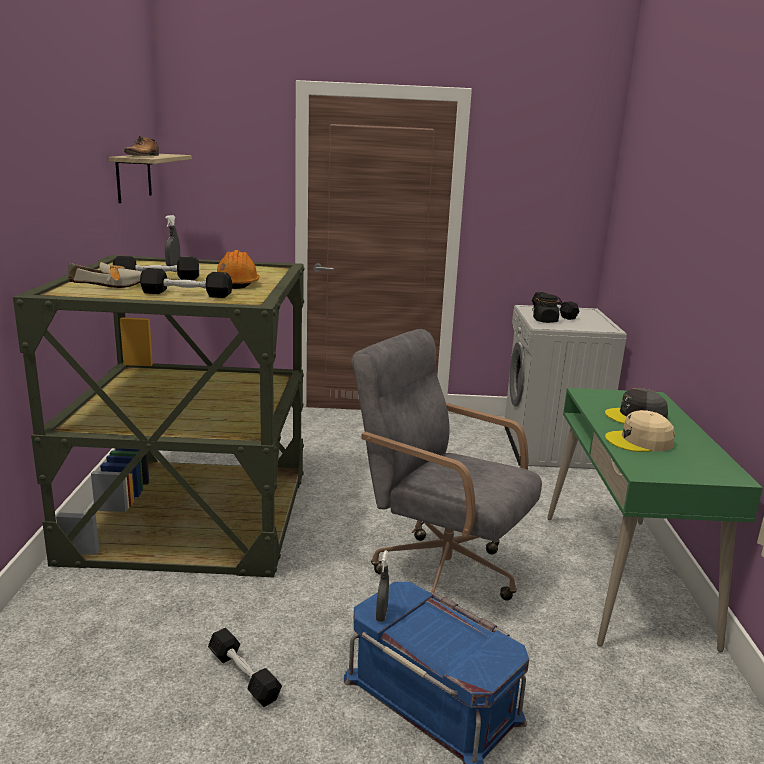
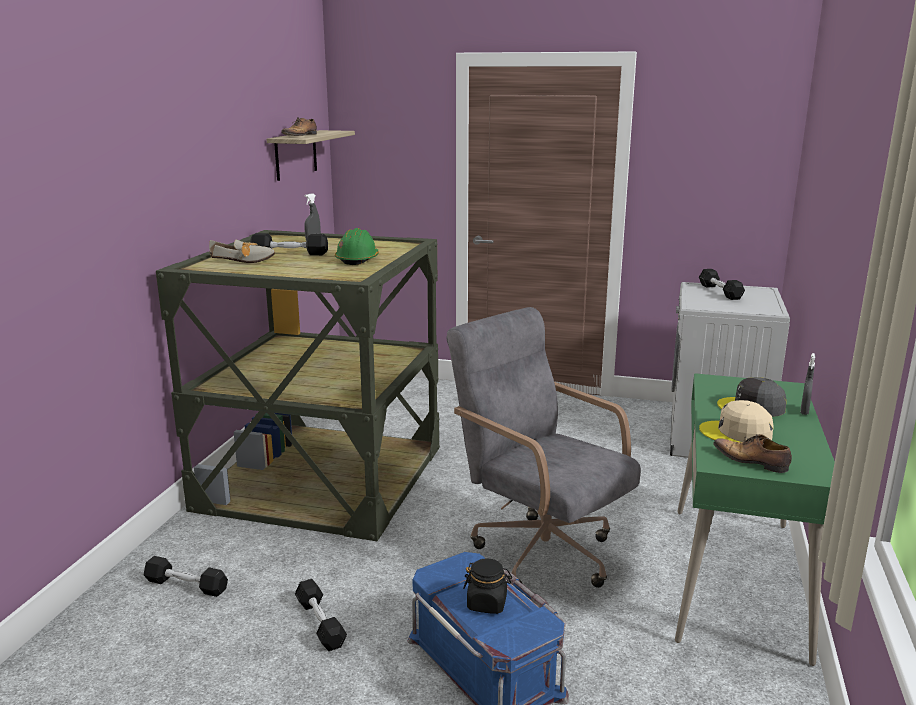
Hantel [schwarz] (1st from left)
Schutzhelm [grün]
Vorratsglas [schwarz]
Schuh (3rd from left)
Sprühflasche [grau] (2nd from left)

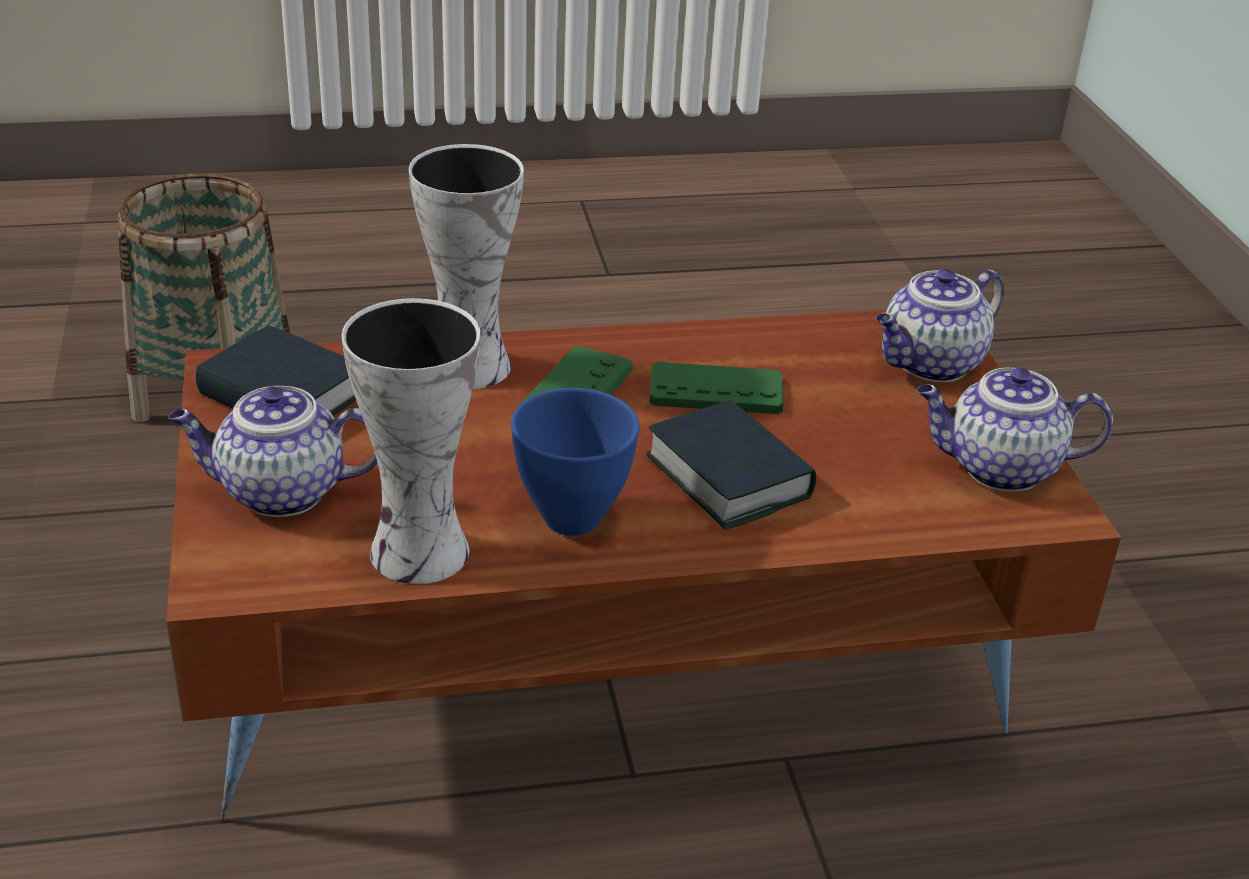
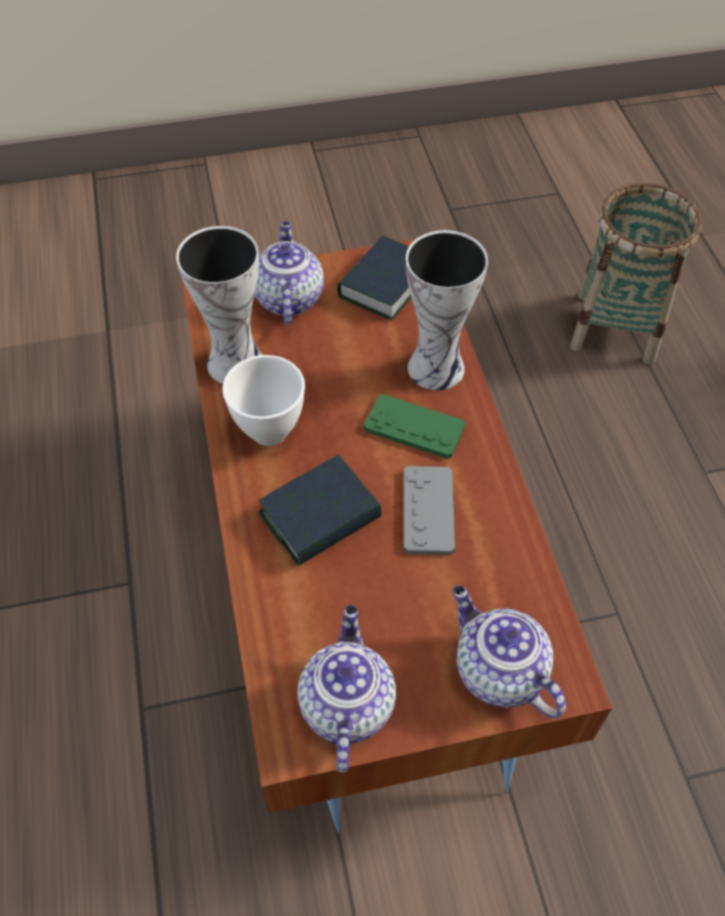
Schüssel [weiß]
Gamepad [grau]

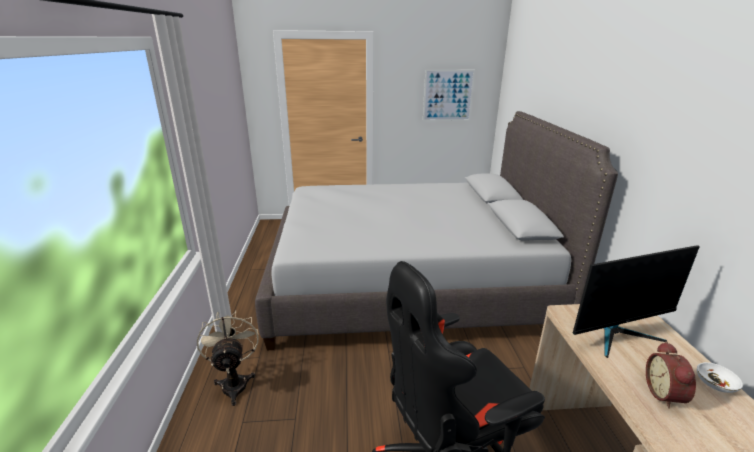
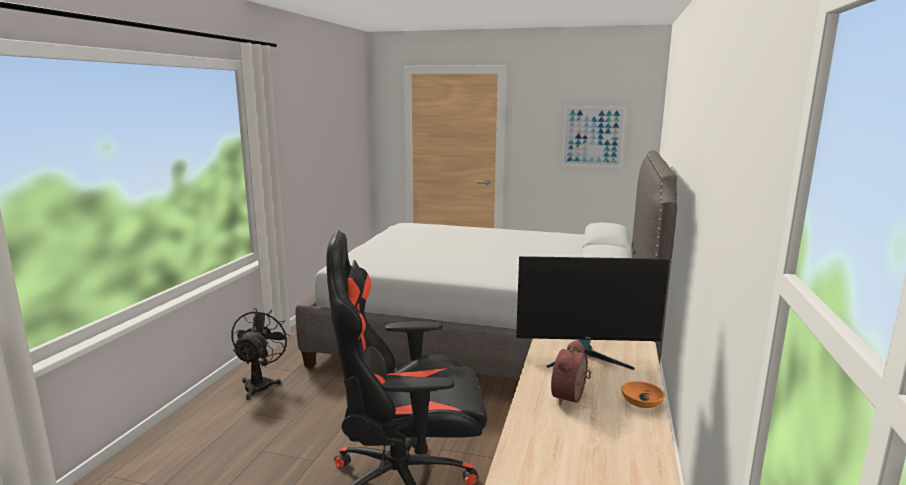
Ventilator [schwarz]
Schüssel [orange]

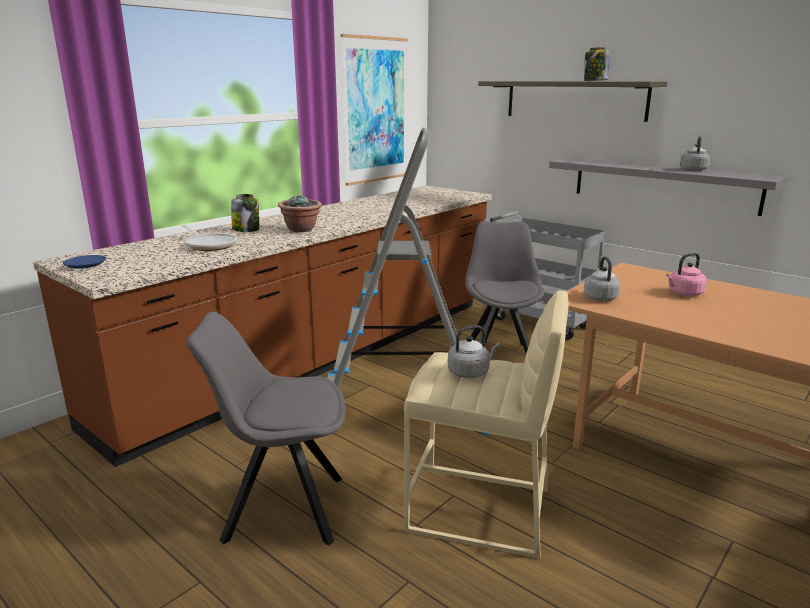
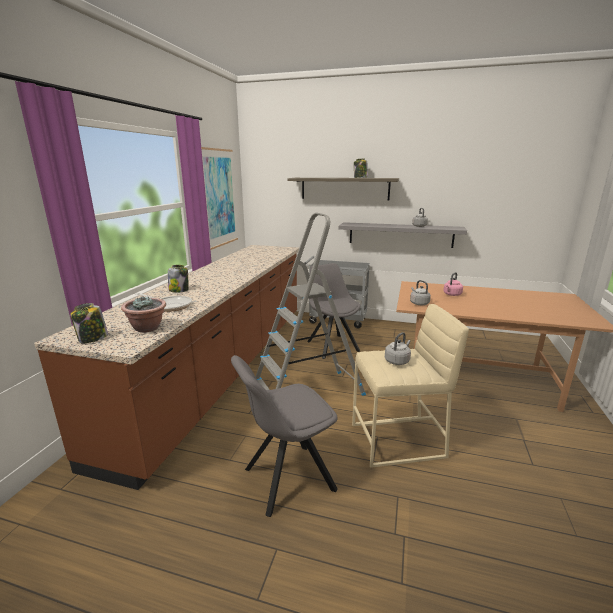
Vorratsglas (1st from left)
Topfpflanze

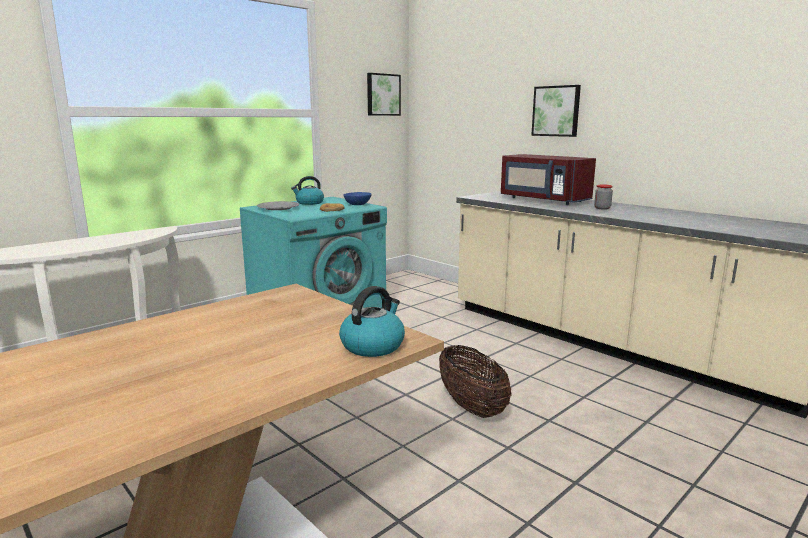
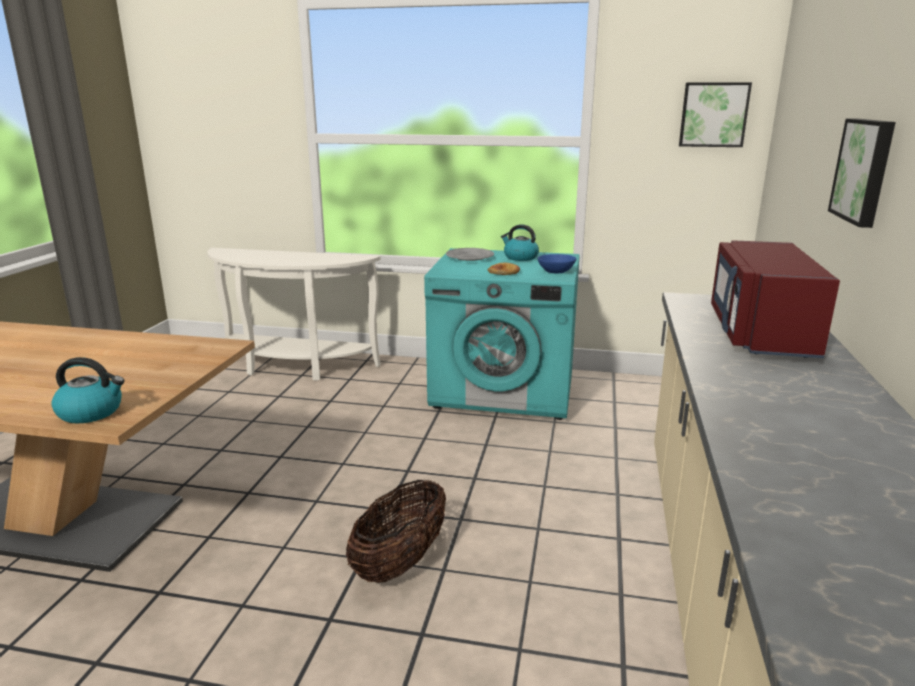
Vorratsglas

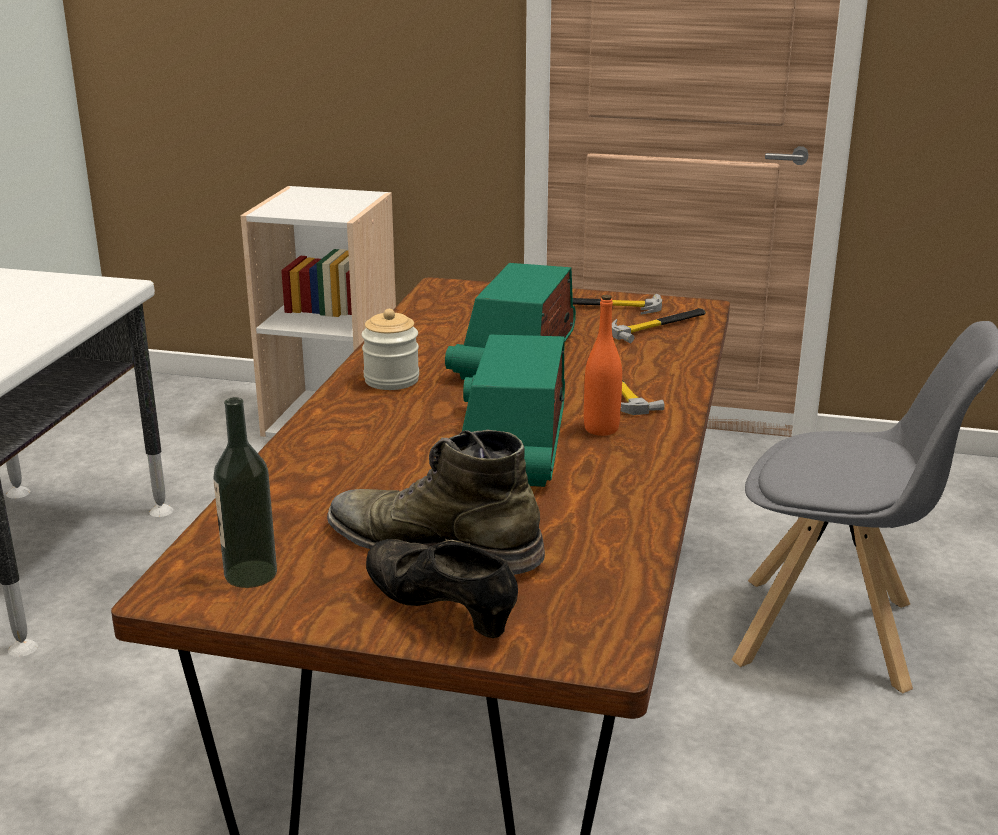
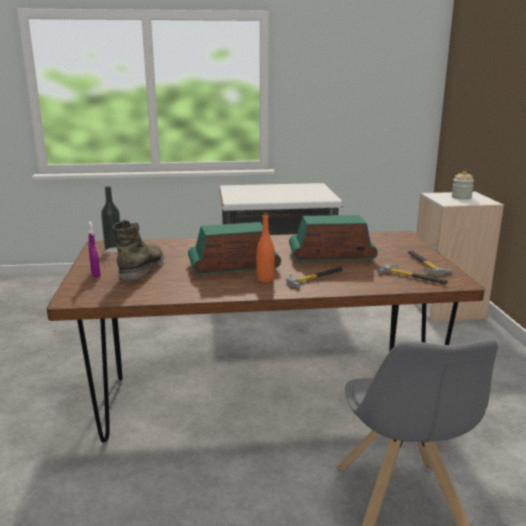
Sprühflasche [lila]
Vorratsglas

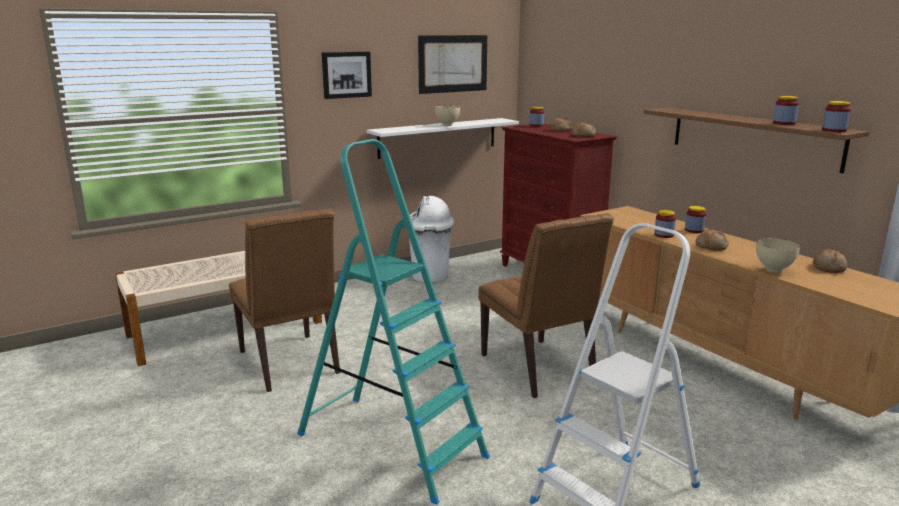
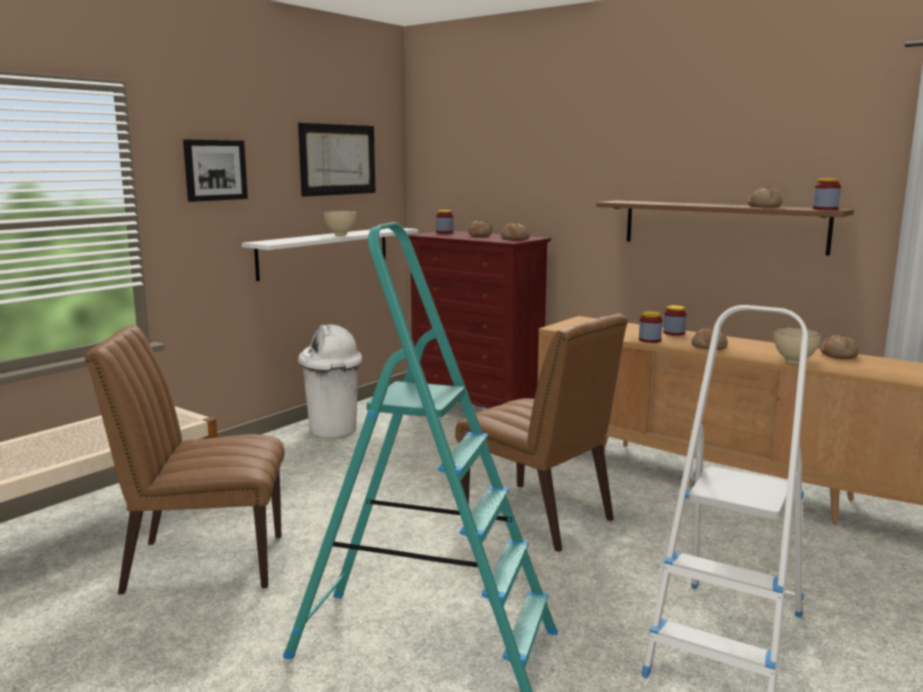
Stuhl [braun] (1st from left)
Brot (4th from left)

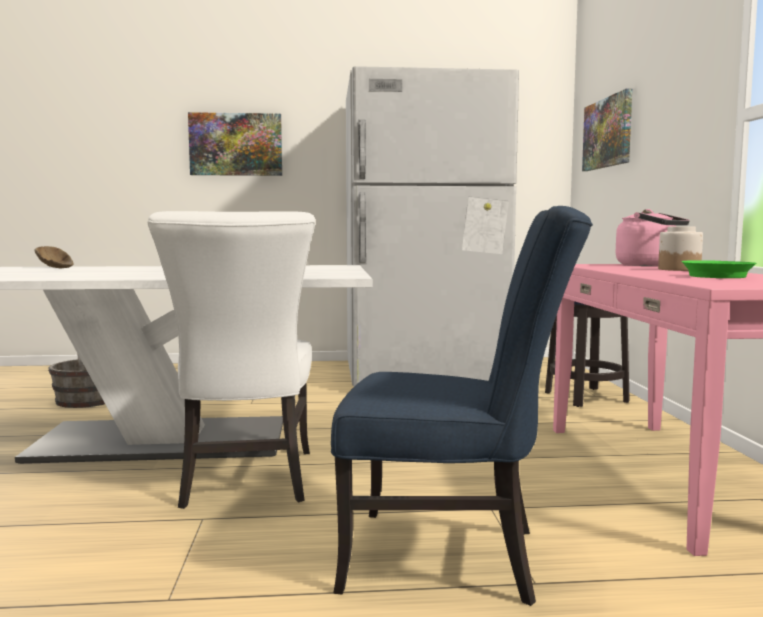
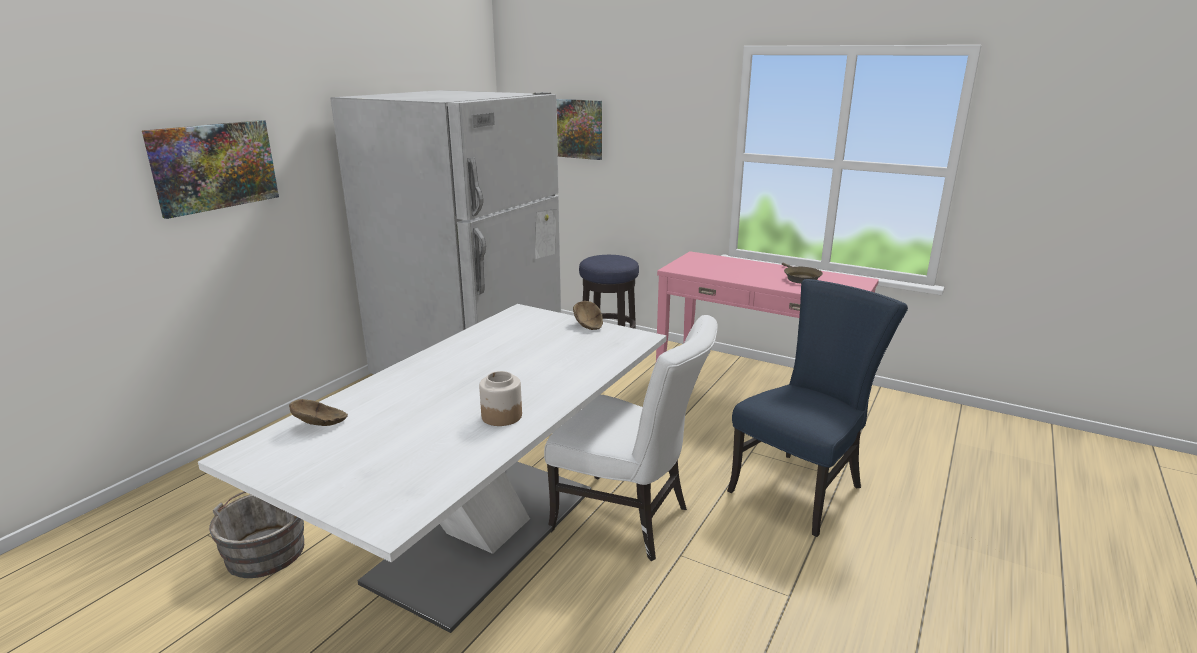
Vorratsglas
Schüssel [braun] (2nd from left)
Pfanne [braun]
Wasserkessel [rosa]

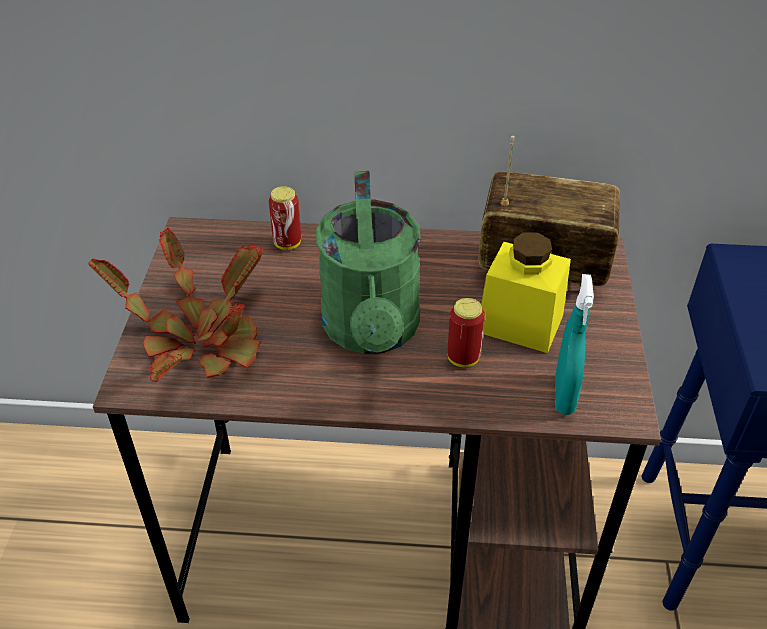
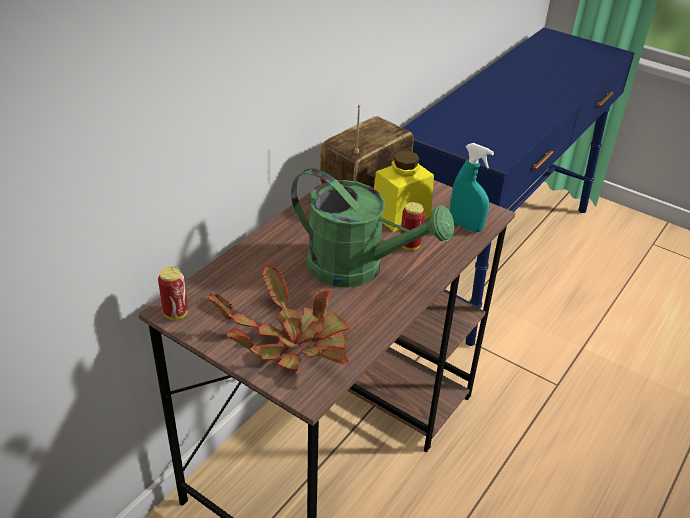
Dose (1st from left)

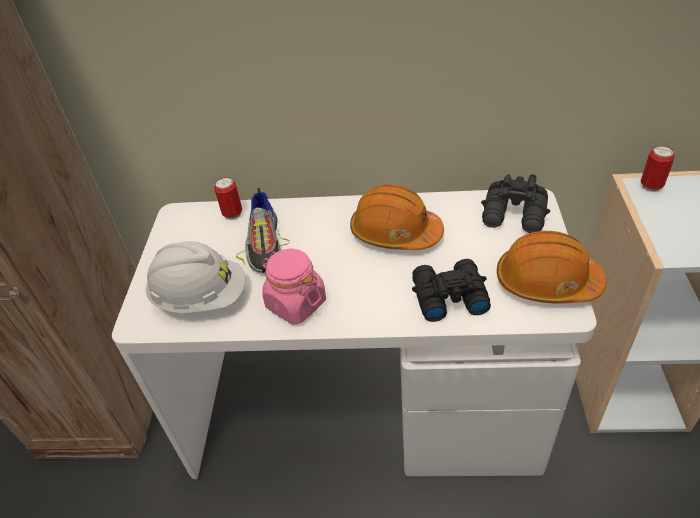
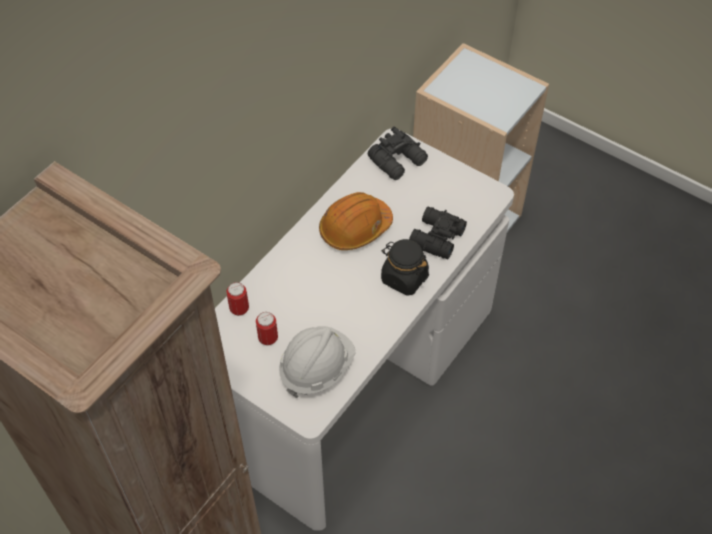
Dose (2nd from left)
Vorratsglas [schwarz]
Schuh
Vorratsglas [rosa]
Schutzhelm [orange] (2nd from left in the first image)

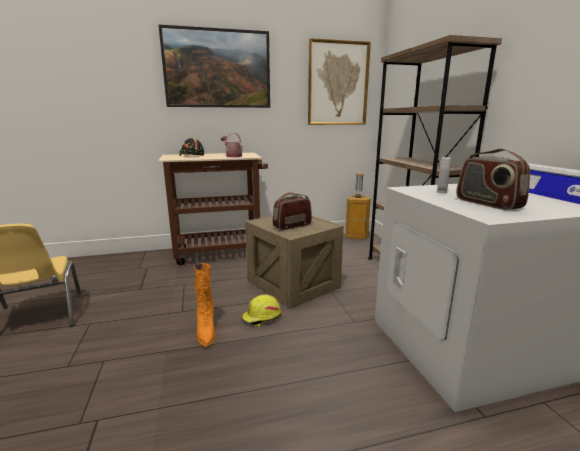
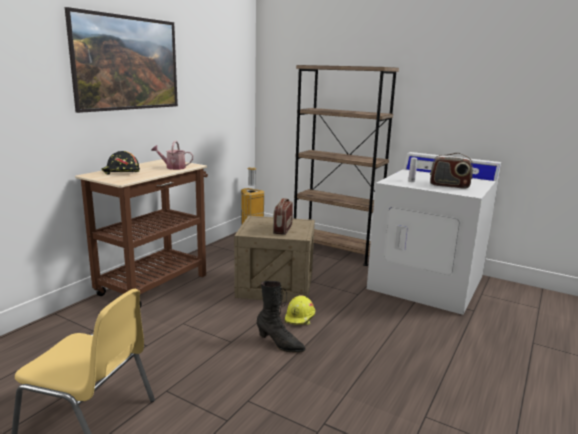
Stiefel [schwarz]
Bild (2nd from left in the first image)

